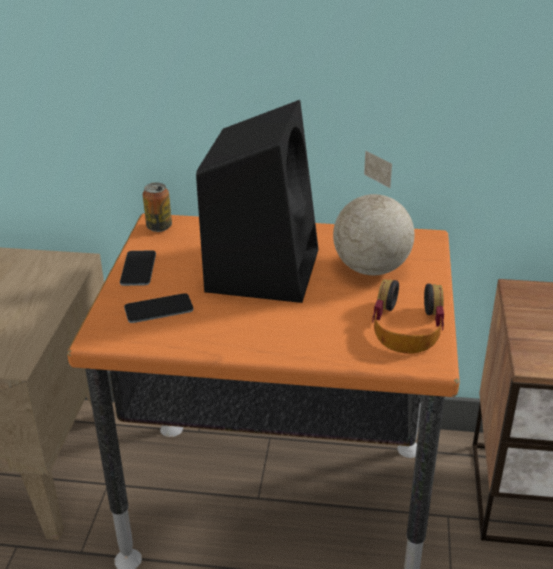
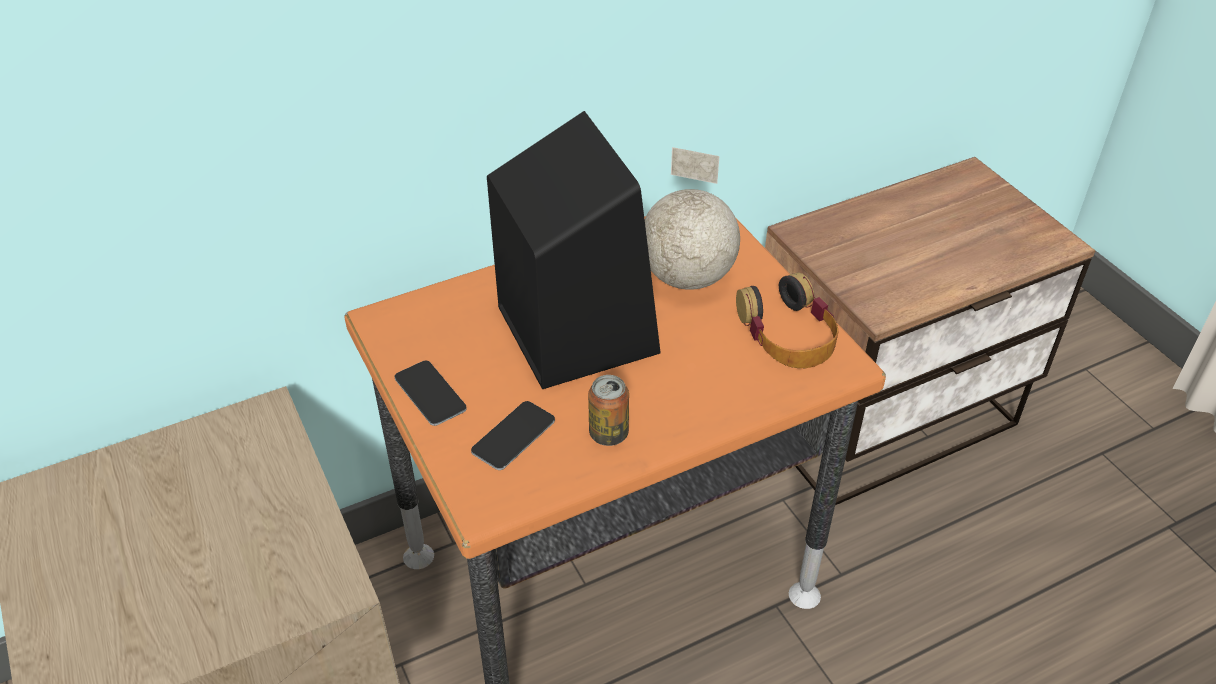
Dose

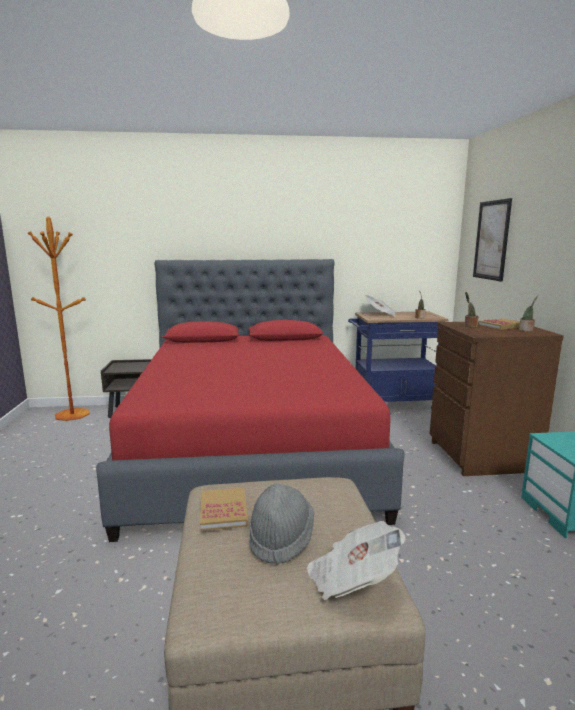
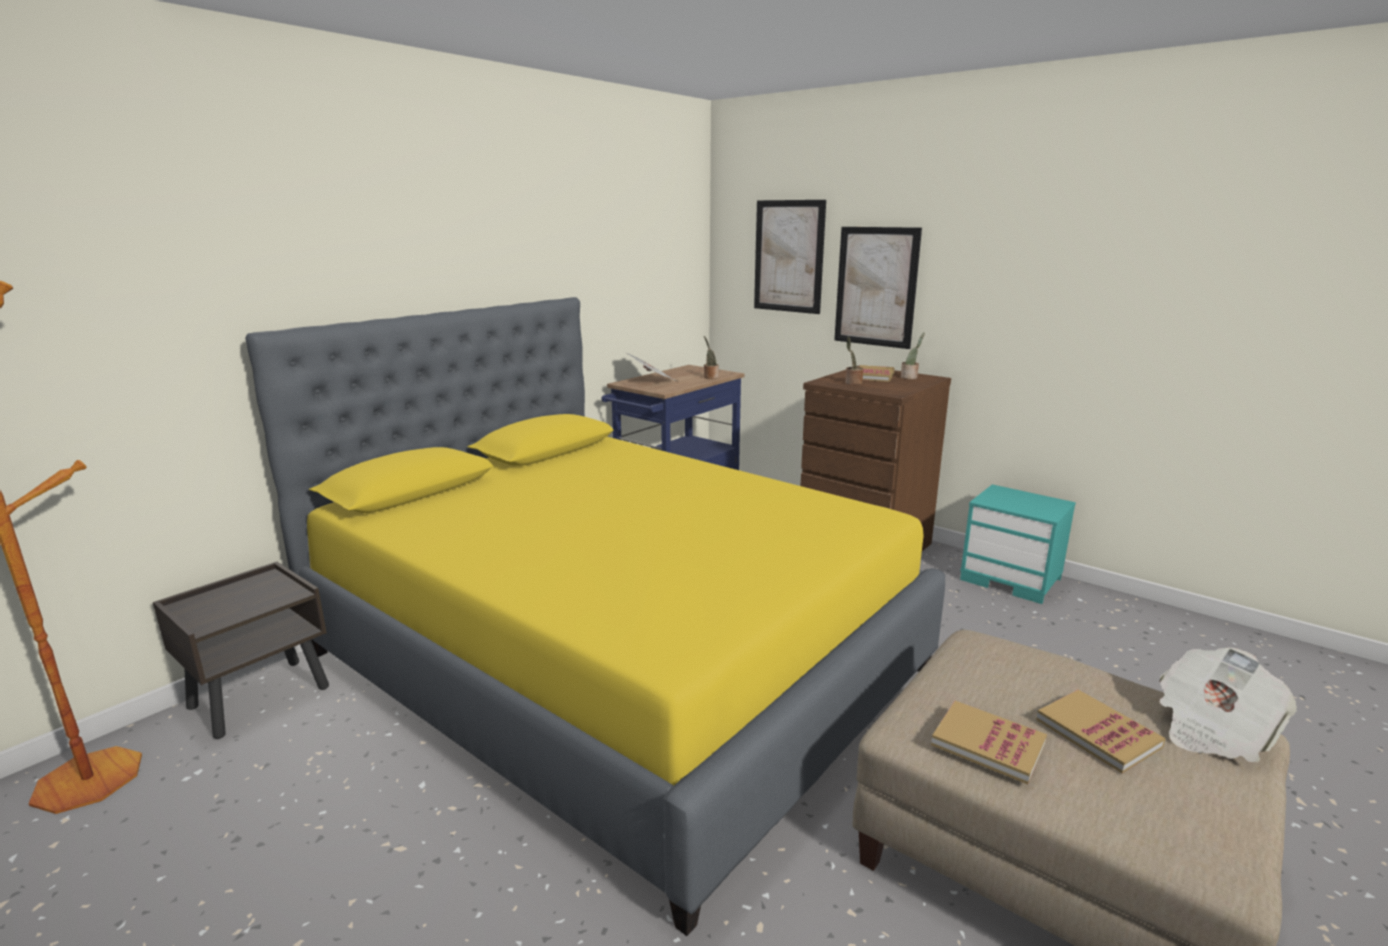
Bett [gelb]
Bild (2nd from left)
Buch (3rd from left)

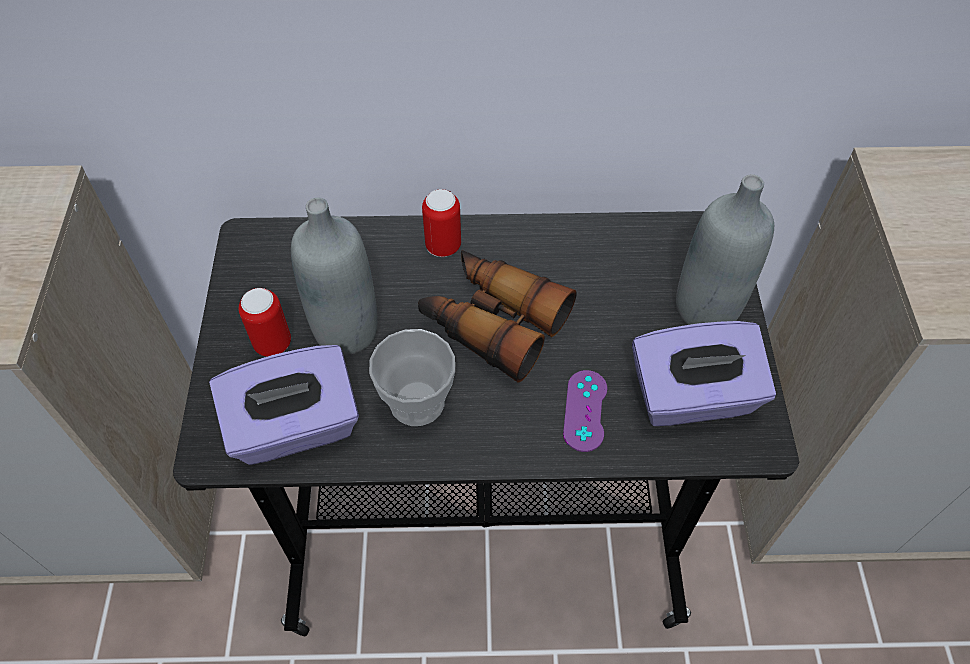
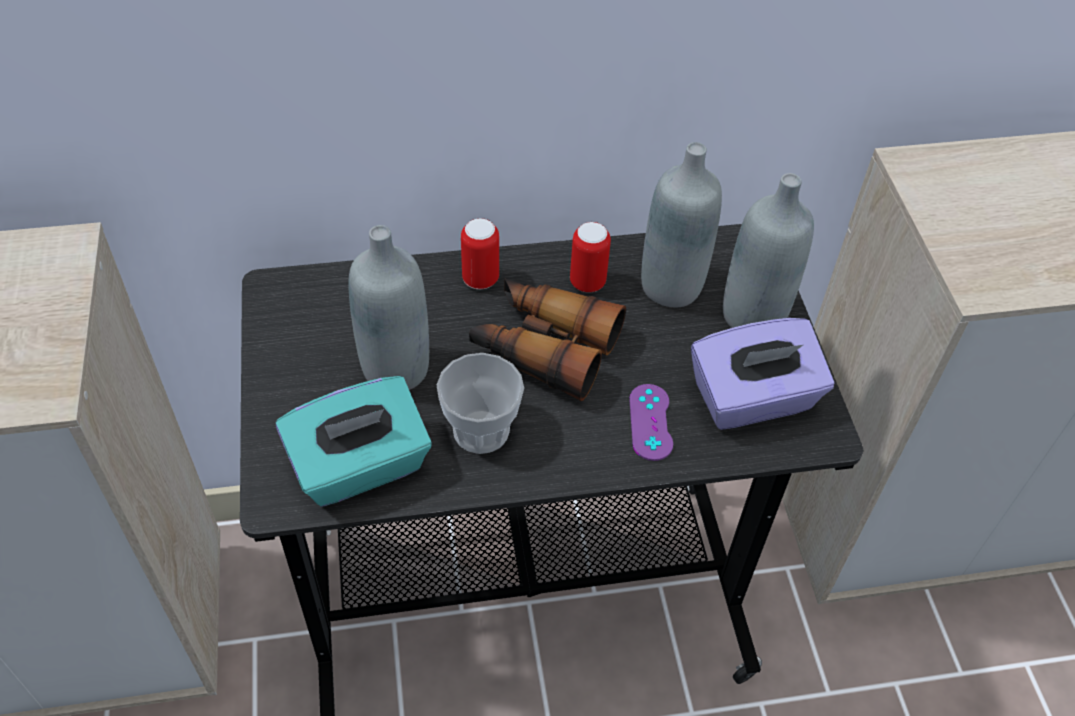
Taschentuchbox [türkis]
Dose (2nd from left)
Flasche [grau] (2nd from left)

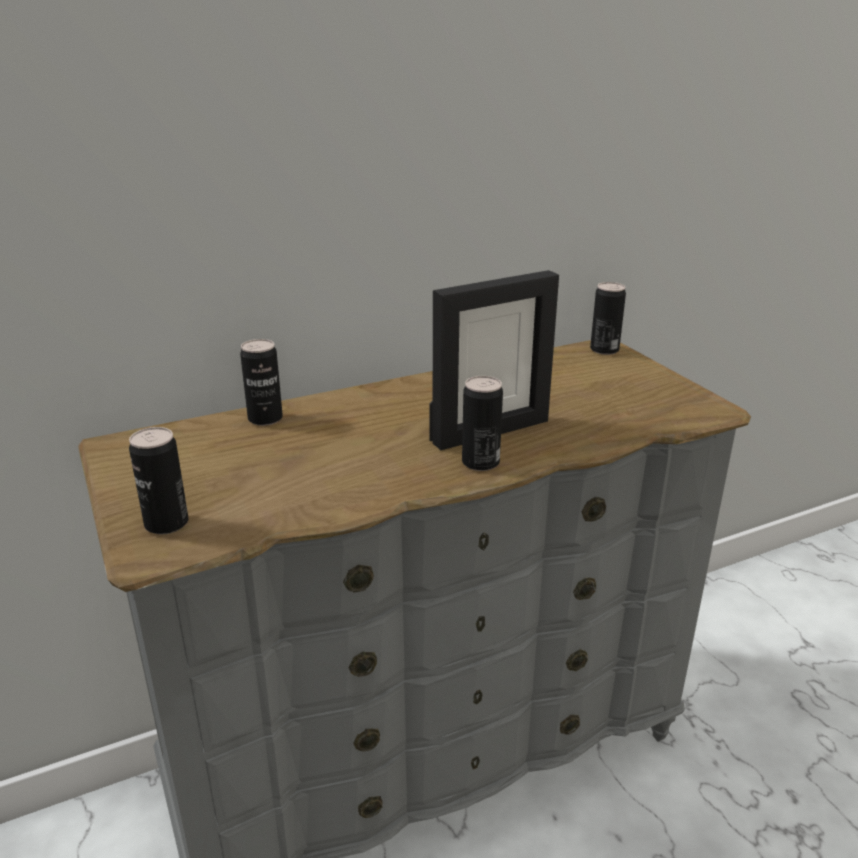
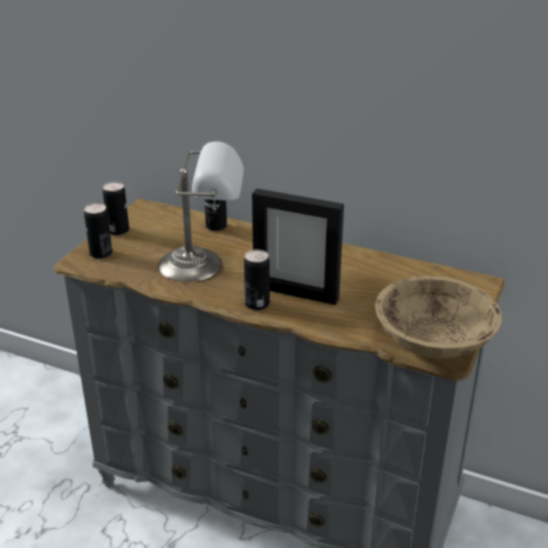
Dose (2nd from left)
Tischlampe [weiß]
Schüssel [beige]

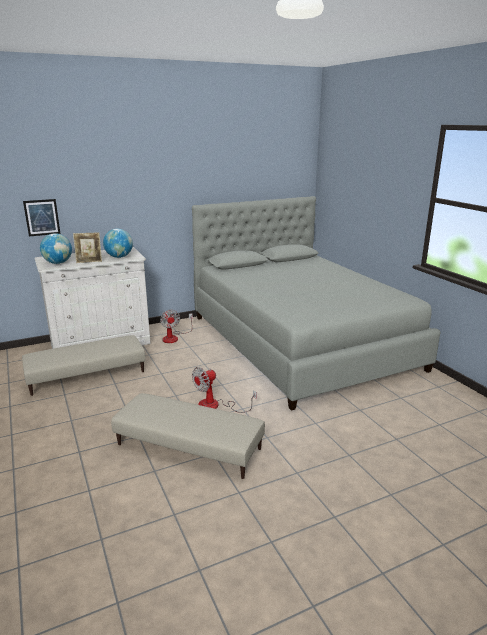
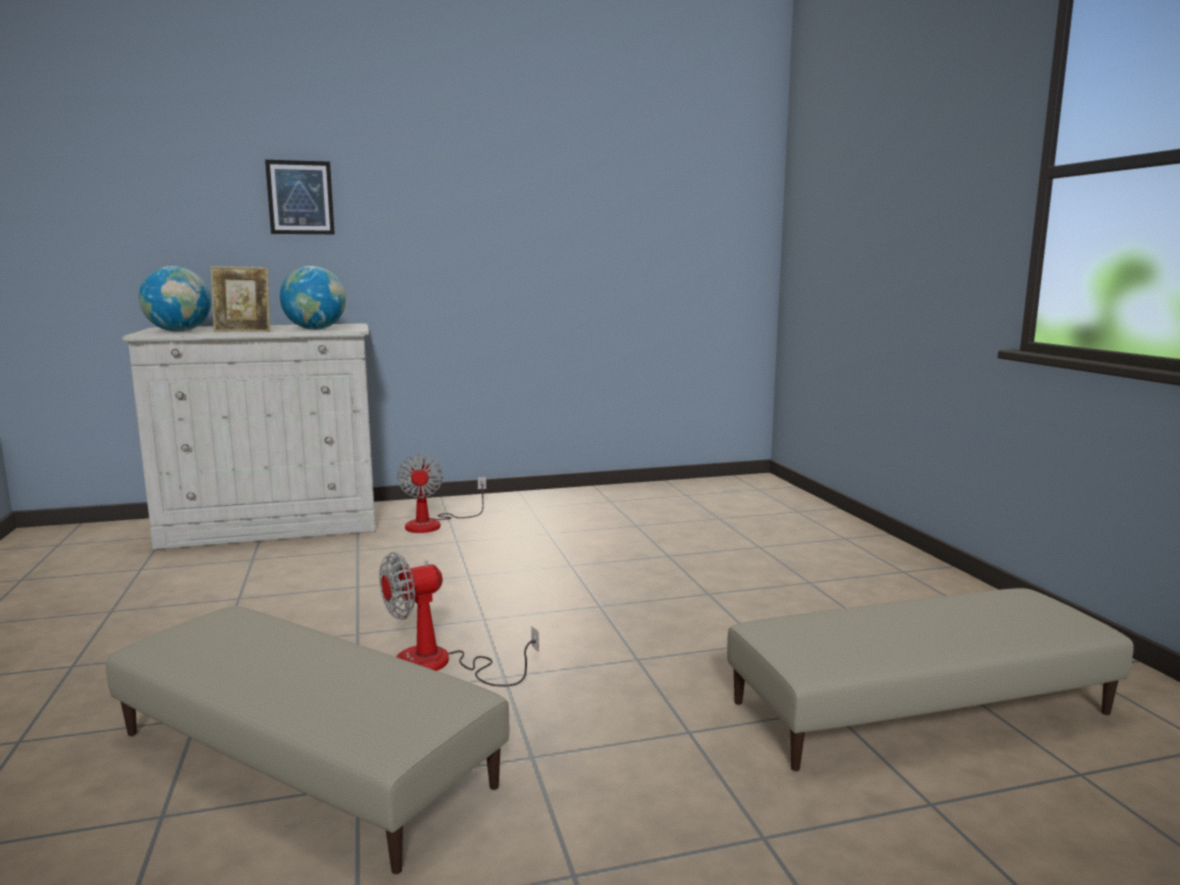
Bild
Polsterhocker [beige] (2nd from left)
Bett [grau]

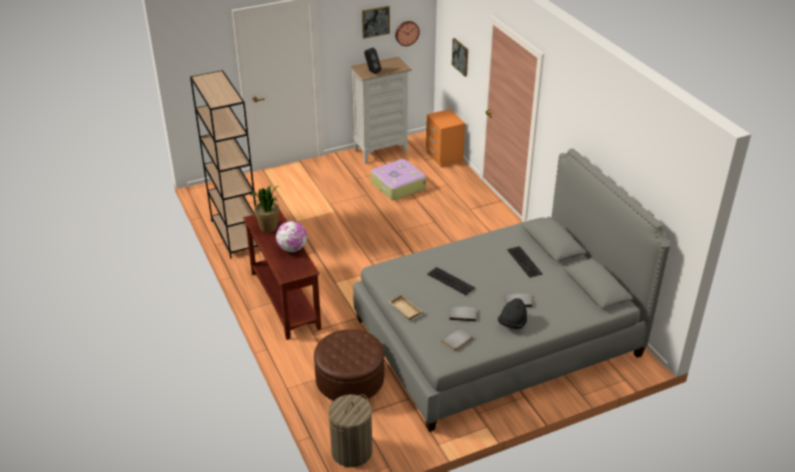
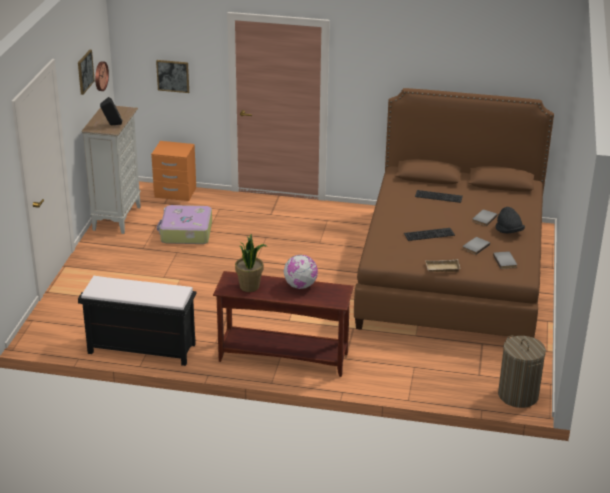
Bank [schwarz]
Bett [braun]
Polsterhocker [braun]

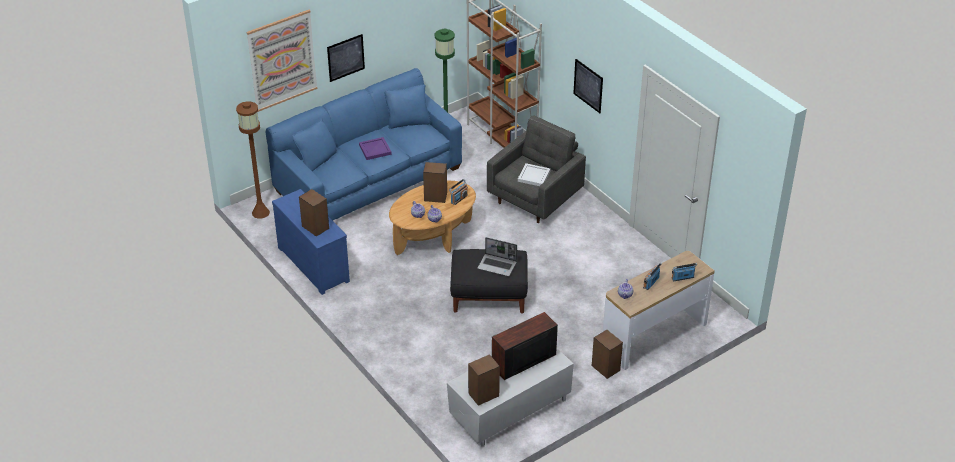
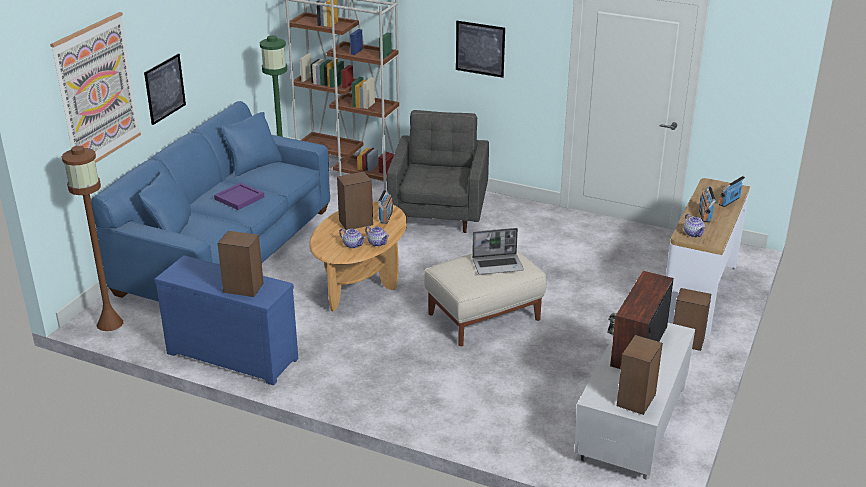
Polsterhocker [beige]
Tablett [weiß]

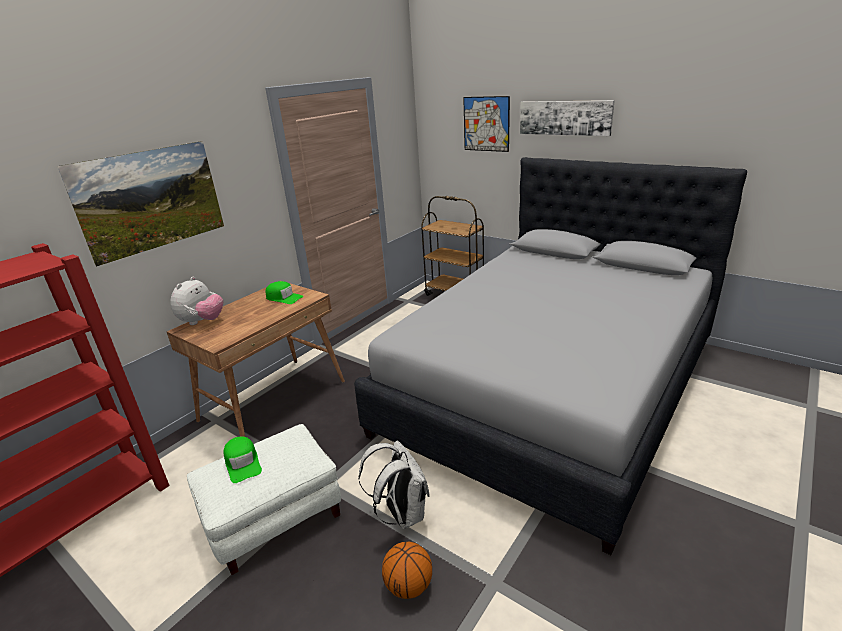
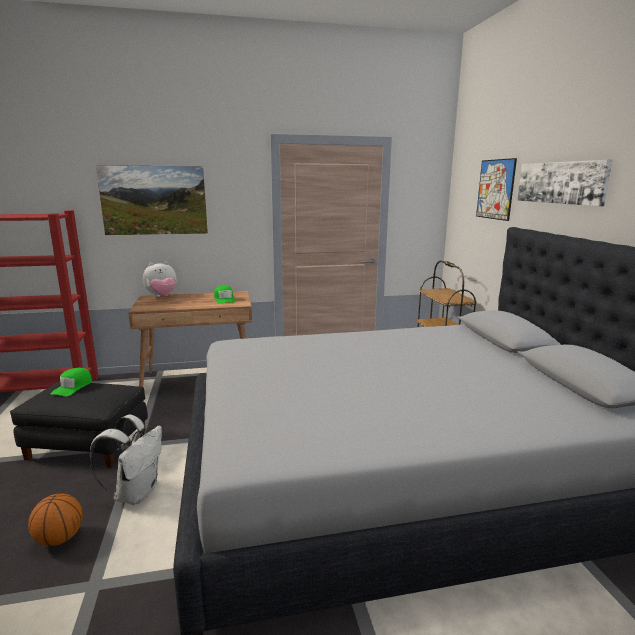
Polsterhocker [schwarz]

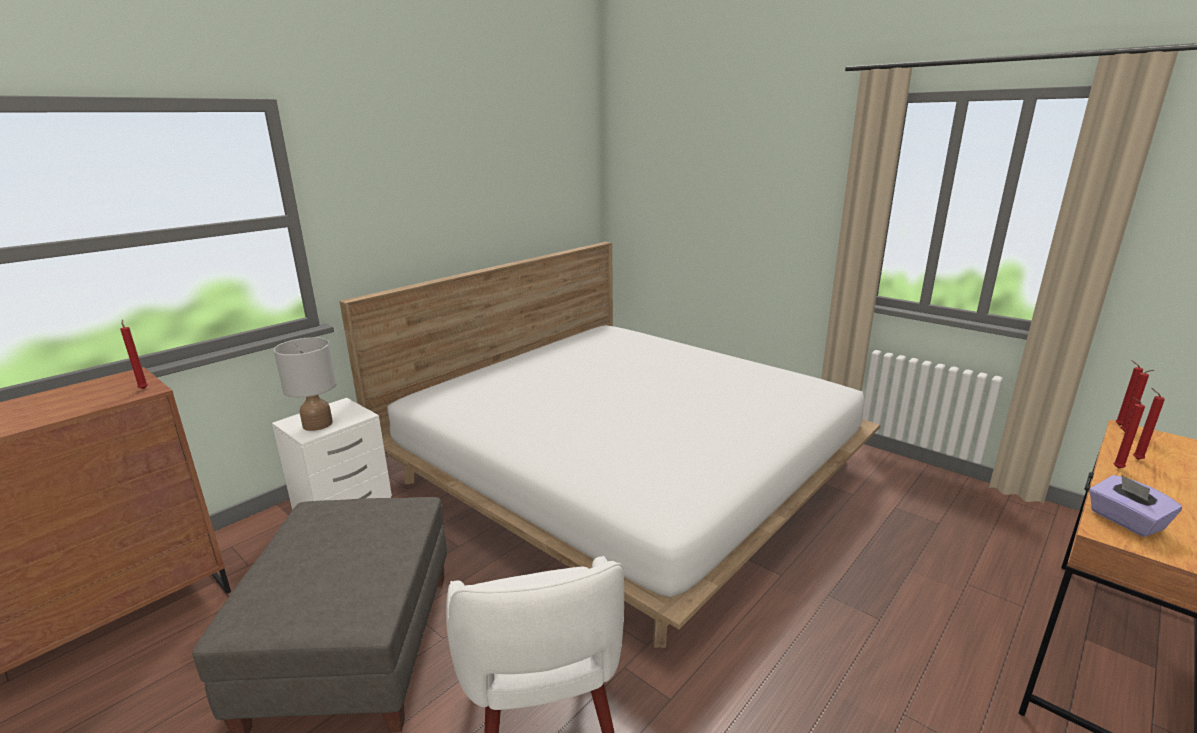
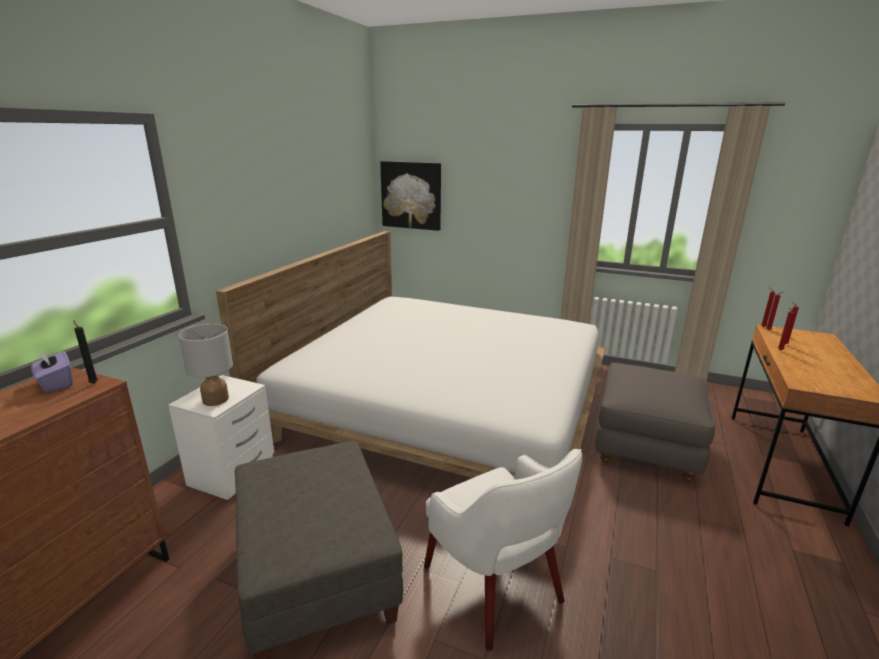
Taschentuchbox [lila]
Kerze [schwarz]
Bild
Polsterhocker [grau] (2nd from left)

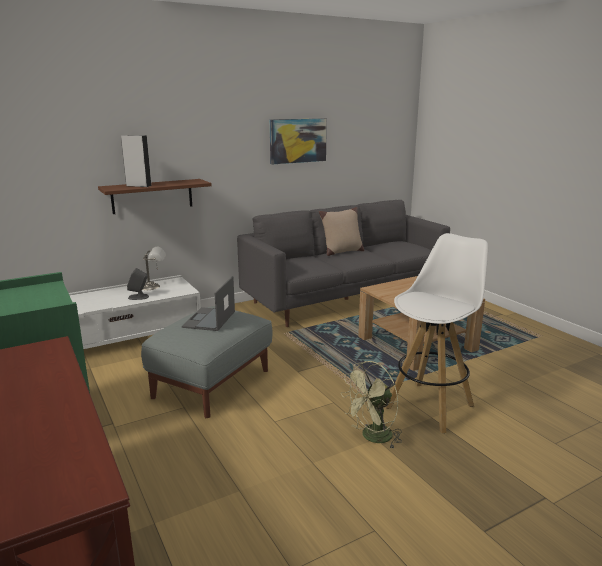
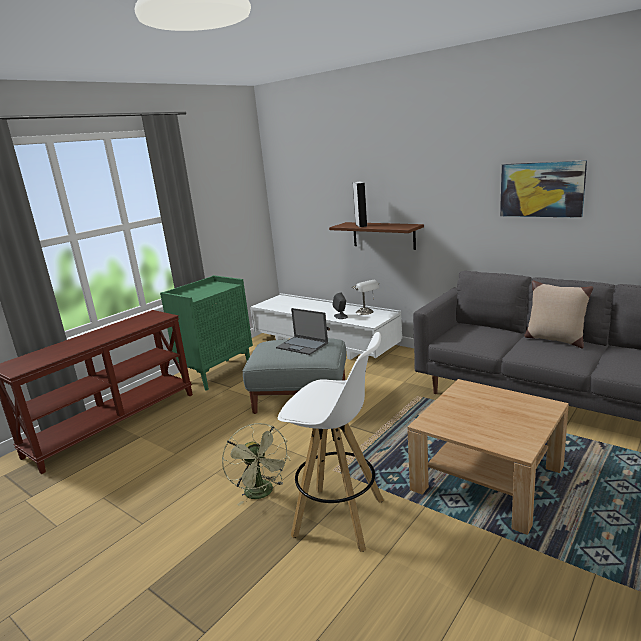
Ventilator [grün]
Laptop

